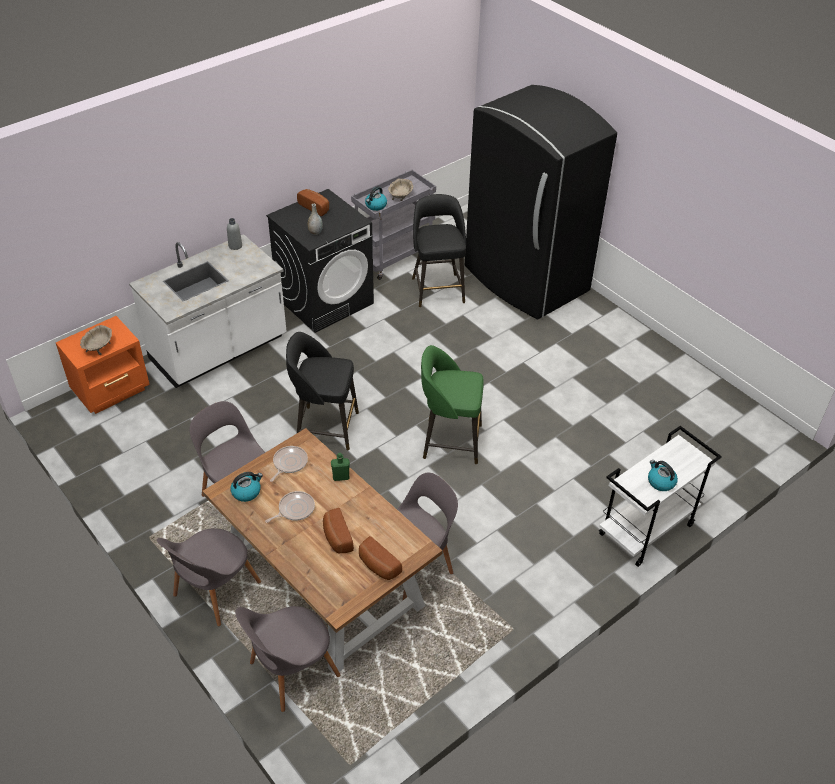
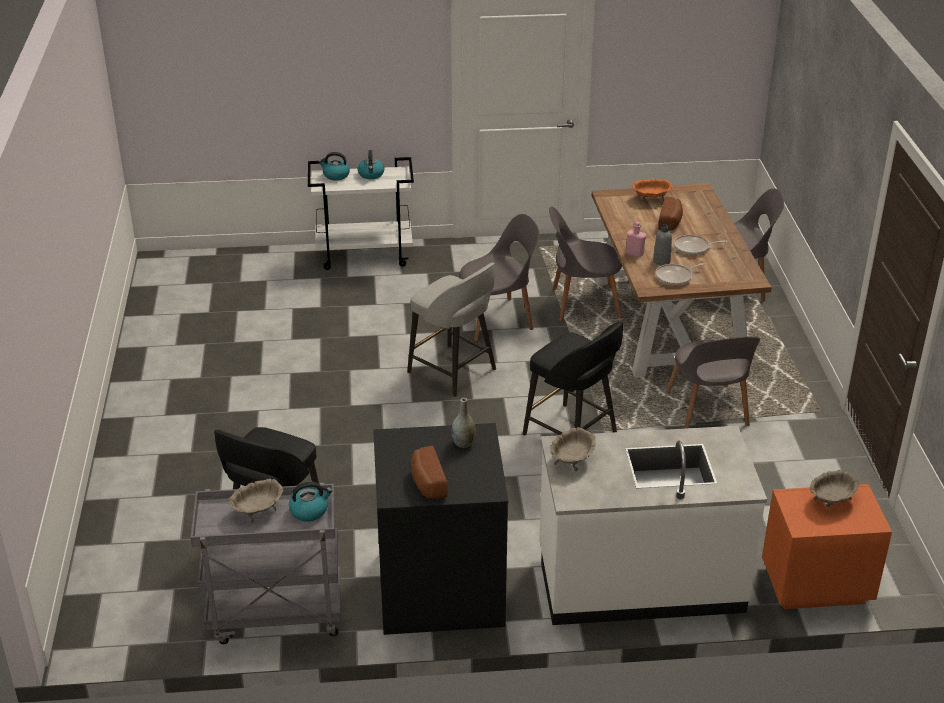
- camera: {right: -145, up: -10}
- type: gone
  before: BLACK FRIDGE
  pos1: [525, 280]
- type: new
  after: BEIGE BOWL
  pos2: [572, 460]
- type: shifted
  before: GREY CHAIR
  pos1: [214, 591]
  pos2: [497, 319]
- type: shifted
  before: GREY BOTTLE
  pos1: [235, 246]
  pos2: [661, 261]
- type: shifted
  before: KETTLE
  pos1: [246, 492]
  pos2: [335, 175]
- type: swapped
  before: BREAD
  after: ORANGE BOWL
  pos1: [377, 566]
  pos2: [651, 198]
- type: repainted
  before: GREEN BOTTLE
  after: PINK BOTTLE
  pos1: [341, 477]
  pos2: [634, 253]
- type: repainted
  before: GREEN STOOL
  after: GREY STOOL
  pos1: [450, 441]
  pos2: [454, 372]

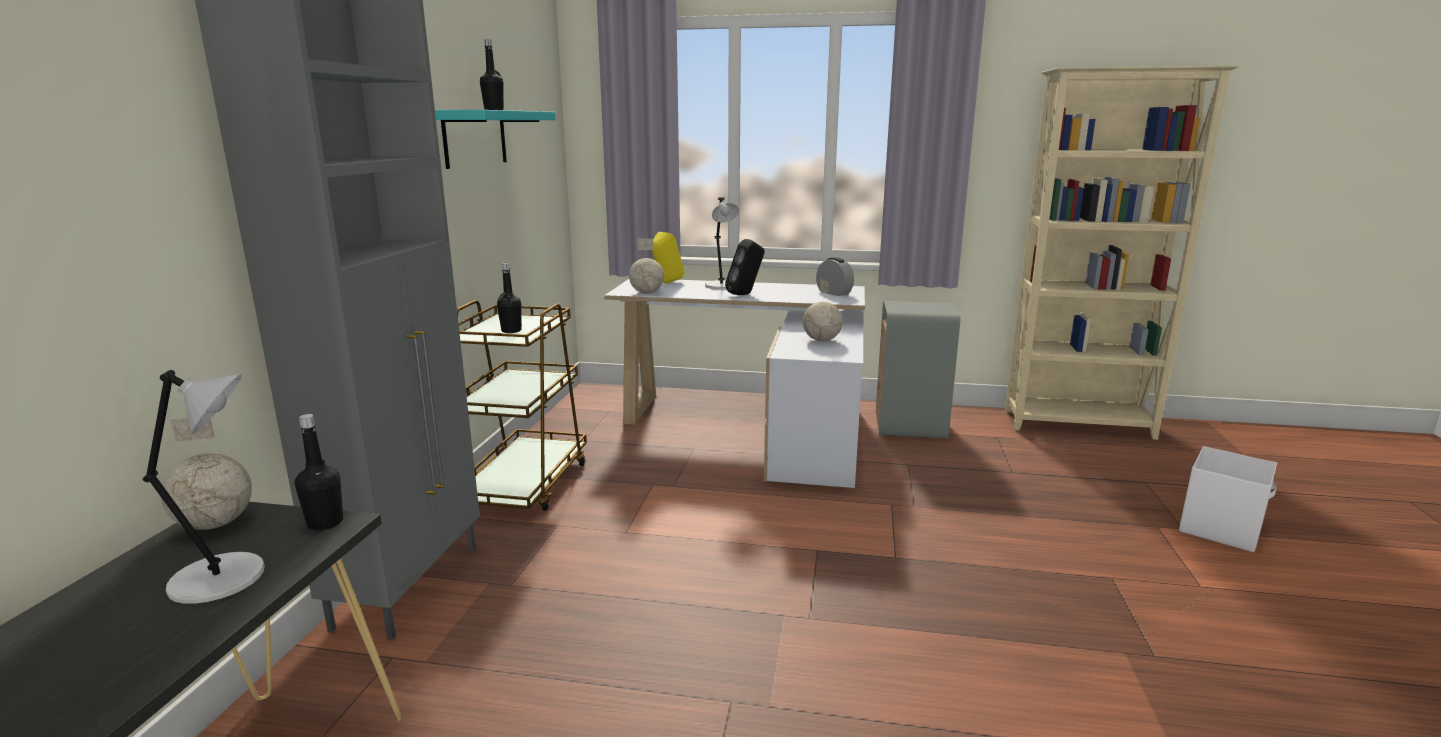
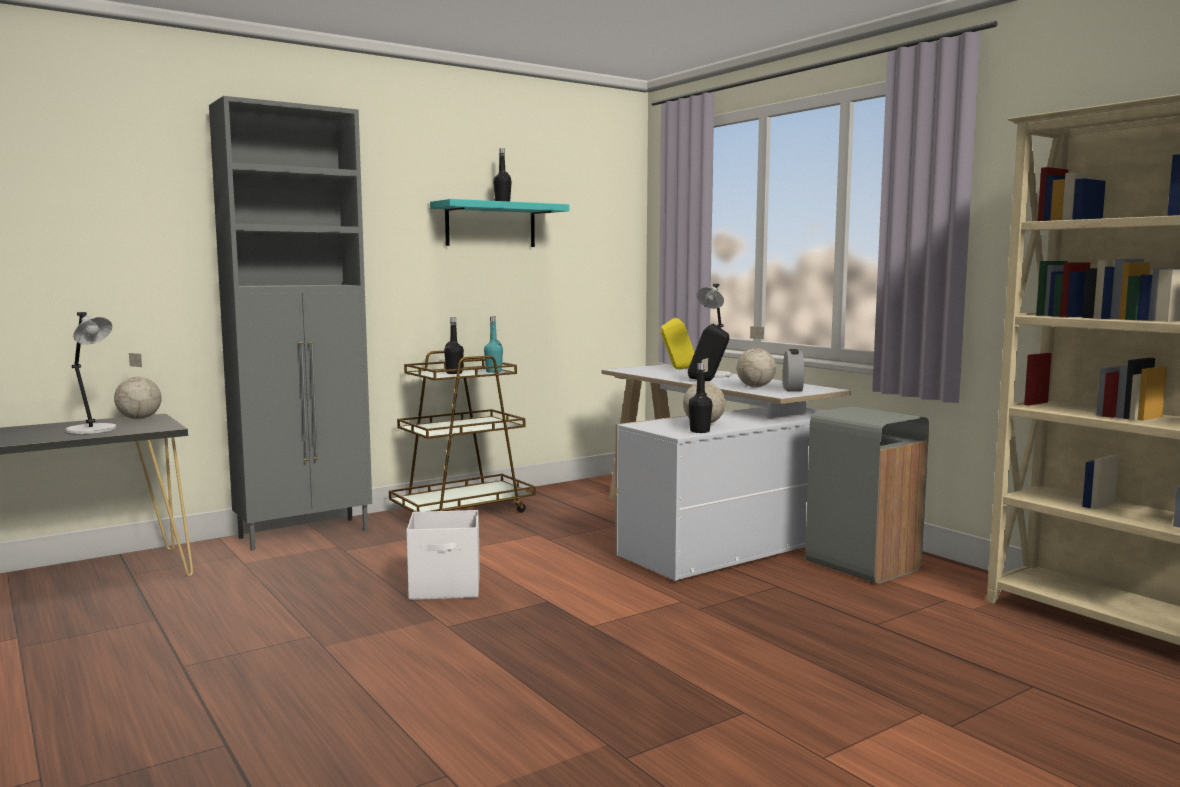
- camera: {right: 45, up: -10}
- type: new
  after: TURQUOISE BOTTLE
  pos2: [493, 371]
- type: shifted
  before: BLACK BOTTLE
  pos1: [325, 523]
  pos2: [700, 431]
- type: shifted
  before: GLOBE
  pos1: [646, 293]
  pos2: [755, 387]
- type: shifted
  before: WHITE STORAGE BOX
  pos1: [1221, 528]
  pos2: [446, 588]

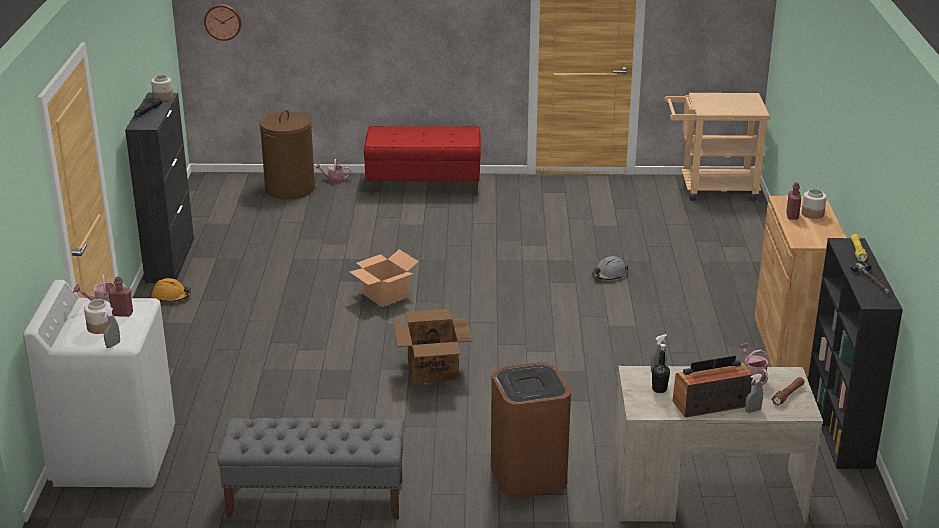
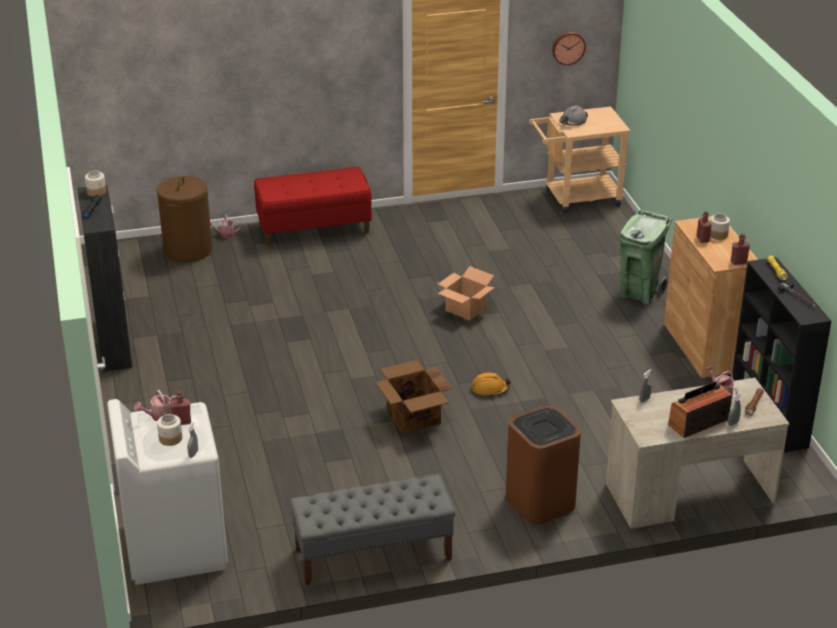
- camera: {right: -15, up: 5}
- type: gone
  before: BLACK BOTTLE
  pos1: [659, 389]
- type: new
  after: GREEN TRASH CAN
  pos2: [639, 293]
- type: new
  after: RED BOTTLE
  pos2: [738, 262]
- type: shifted
  before: ORANGE HARD HAT
  pos1: [171, 296]
  pos2: [490, 389]
- type: shifted
  before: WALL CLOCK
  pos1: [223, 21]
  pos2: [568, 47]
- type: shifted
  before: CARDBOARD BOX
  pos1: [386, 295]
  pos2: [466, 309]
- type: shifted
  before: GREY HARD HAT
  pos1: [609, 274]
  pos2: [573, 121]

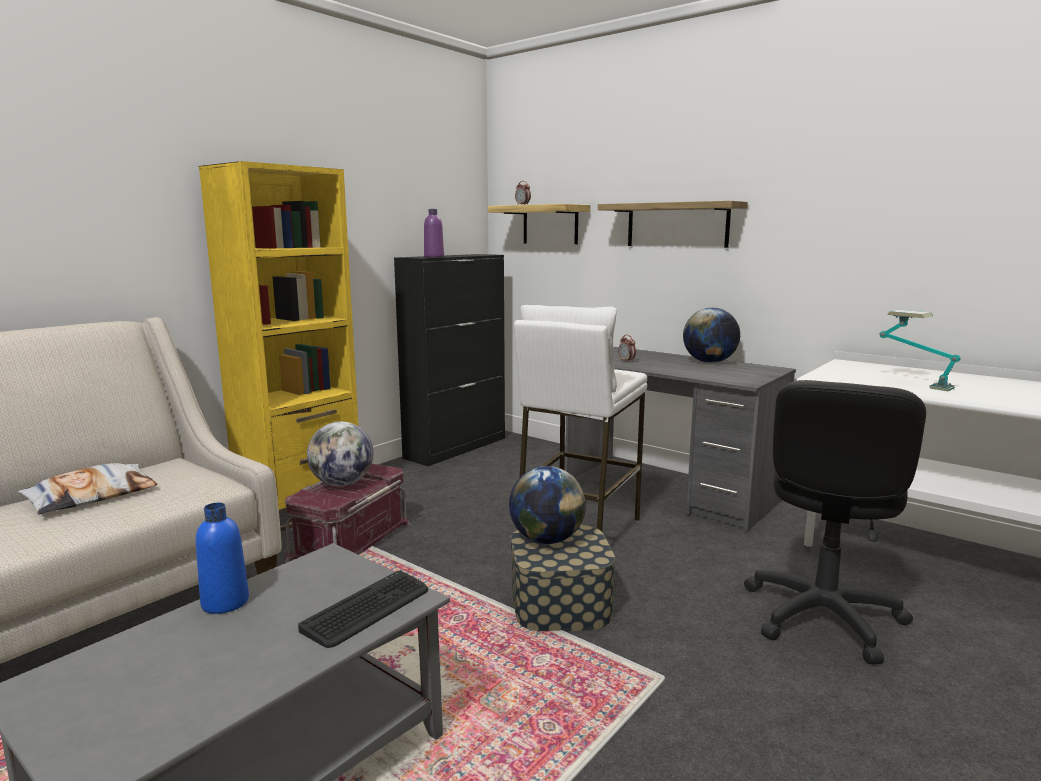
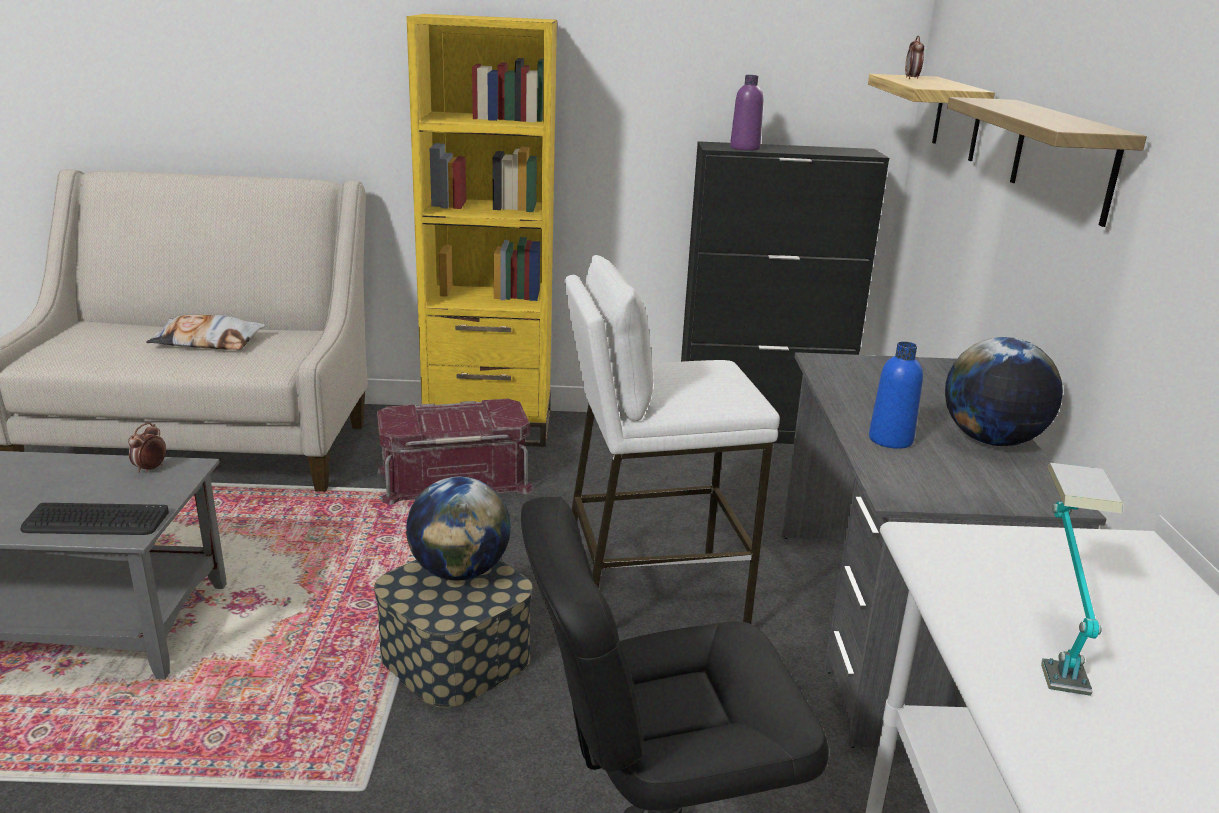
- camera: {right: 50, up: 10}
- type: gone
  before: GLOBE
  pos1: [342, 484]
- type: shifted
  before: BLUE BOTTLE
  pos1: [225, 602]
  pos2: [890, 440]
- type: shifted
  before: ALARM CLOCK
  pos1: [626, 361]
  pos2: [150, 469]

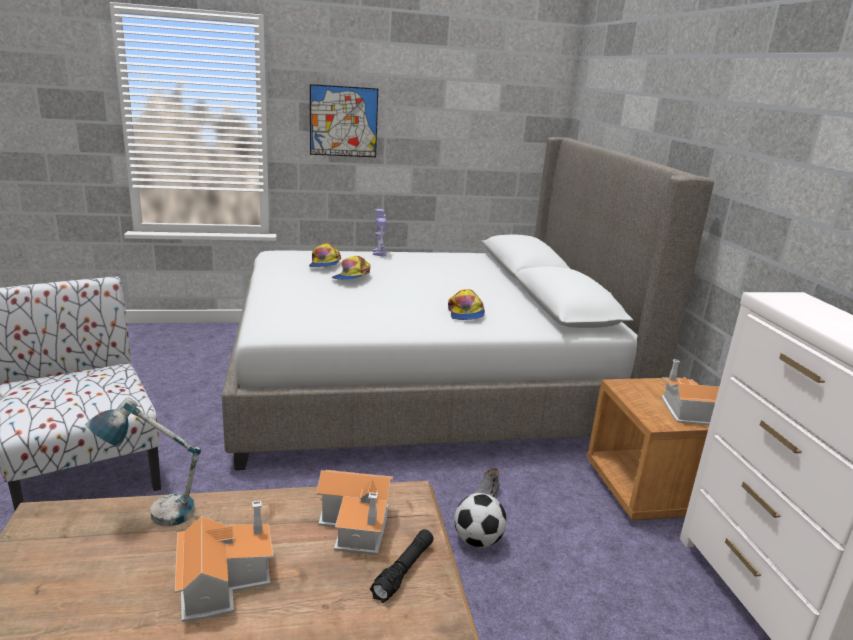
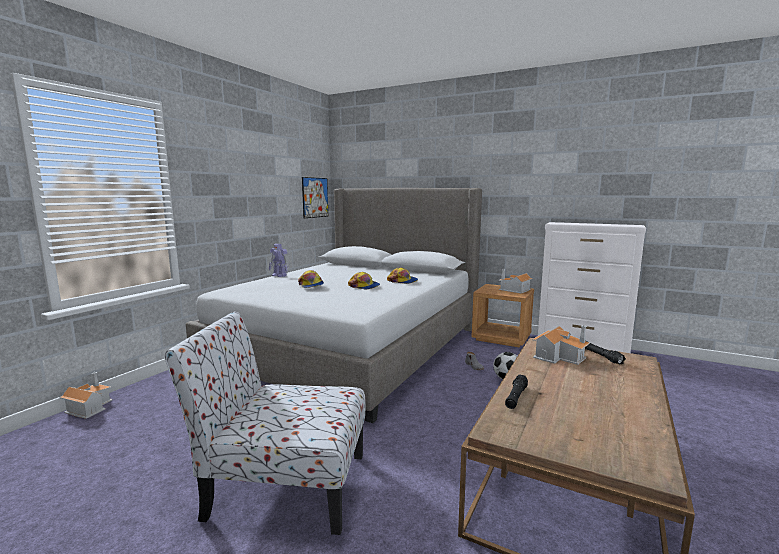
- camera: {right: -50, up: -10}
- type: shifted
  before: TOY HOUSE
  pos1: [223, 579]
  pos2: [89, 407]
- type: shifted
  before: CAP
  pos1: [325, 263]
  pos2: [364, 286]
- type: shifted
  before: PICTURE
  pos1: [343, 121]
  pos2: [315, 197]
- type: swapped
  before: TABLE LAMP
  after: BLACK FLASHLIGHT
  pos1: [153, 513]
  pos2: [516, 397]

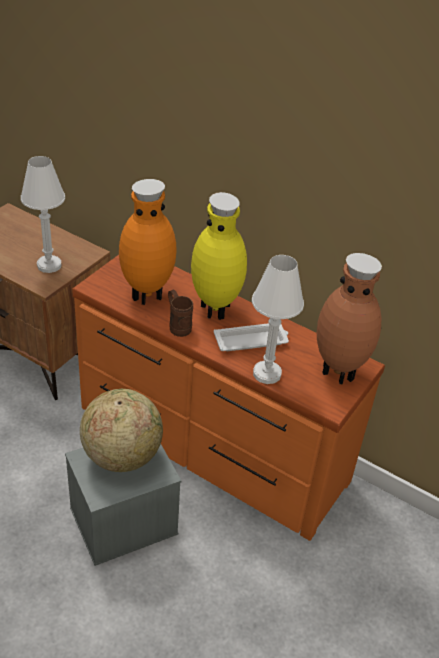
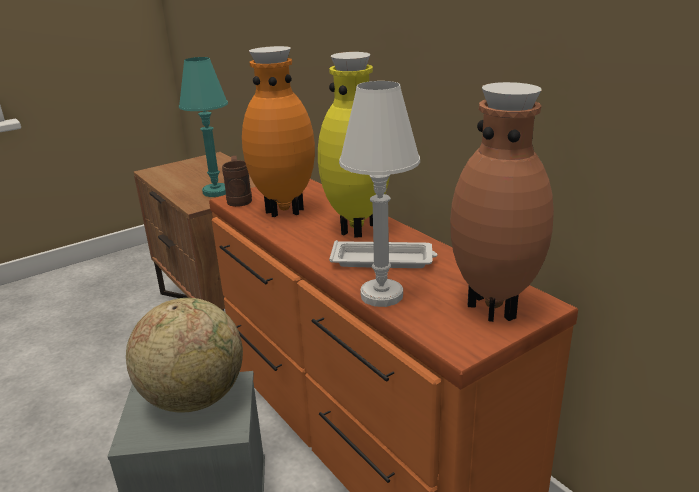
- camera: {right: 25, up: -15}
- type: shifted
  before: BROWN MUG
  pos1: [177, 325]
  pos2: [239, 199]
- type: repainted
  before: WHITE TABLE LAMP
  after: TURQUOISE TABLE LAMP
  pos1: [49, 265]
  pos2: [216, 192]

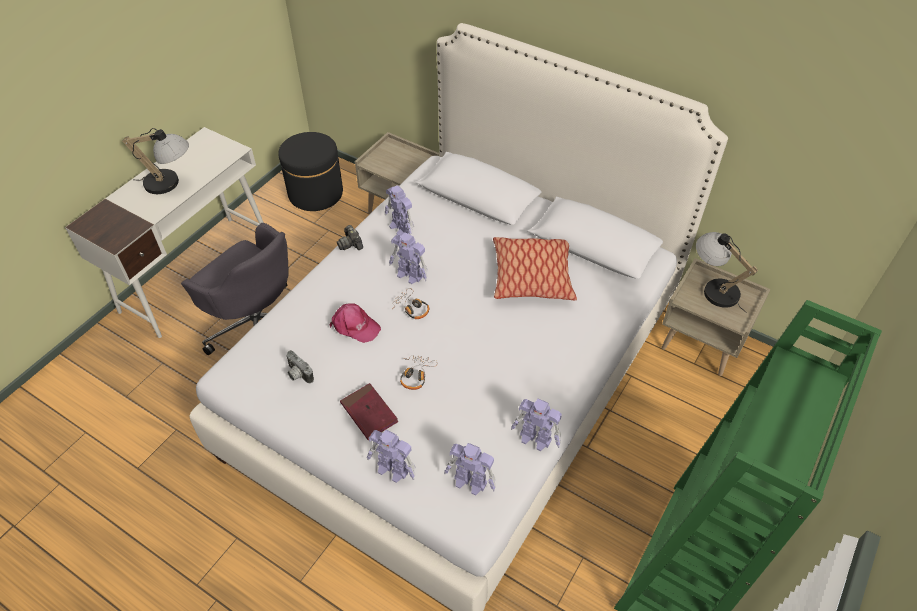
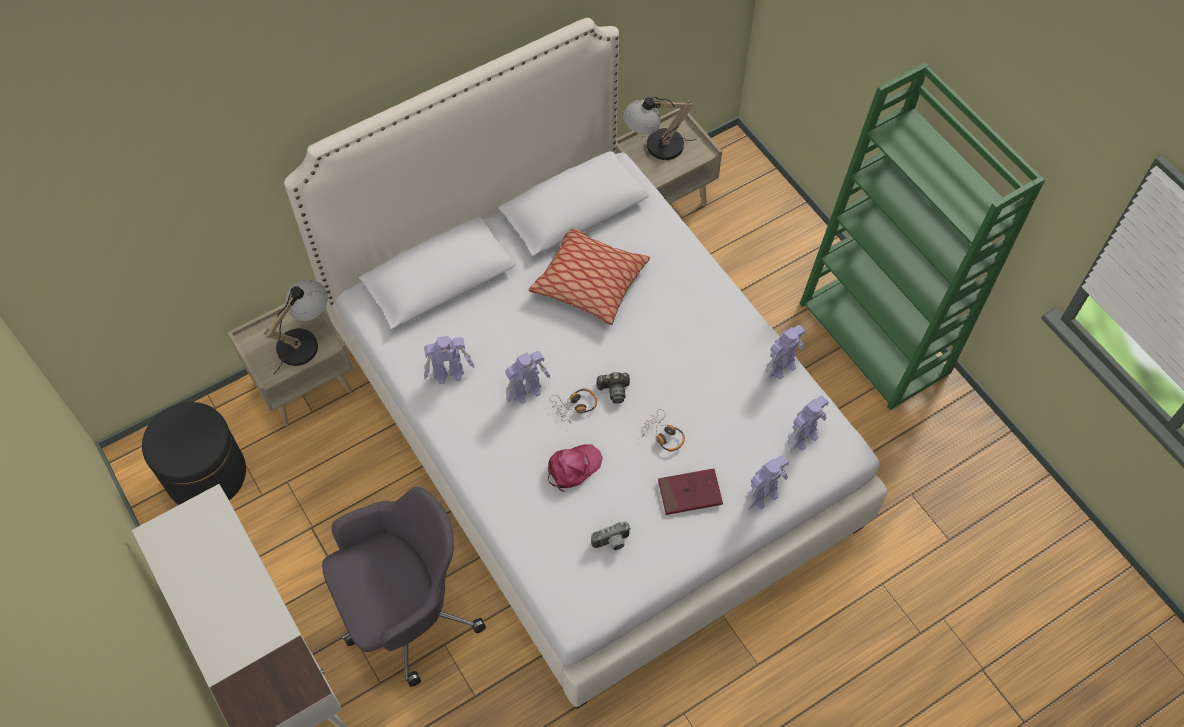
- camera: {right: -65, up: 10}
- type: shifted
  before: TABLE LAMP
  pos1: [171, 184]
  pos2: [305, 339]
- type: shifted
  before: PHOTO CAMERA
  pos1: [350, 244]
  pos2: [614, 390]

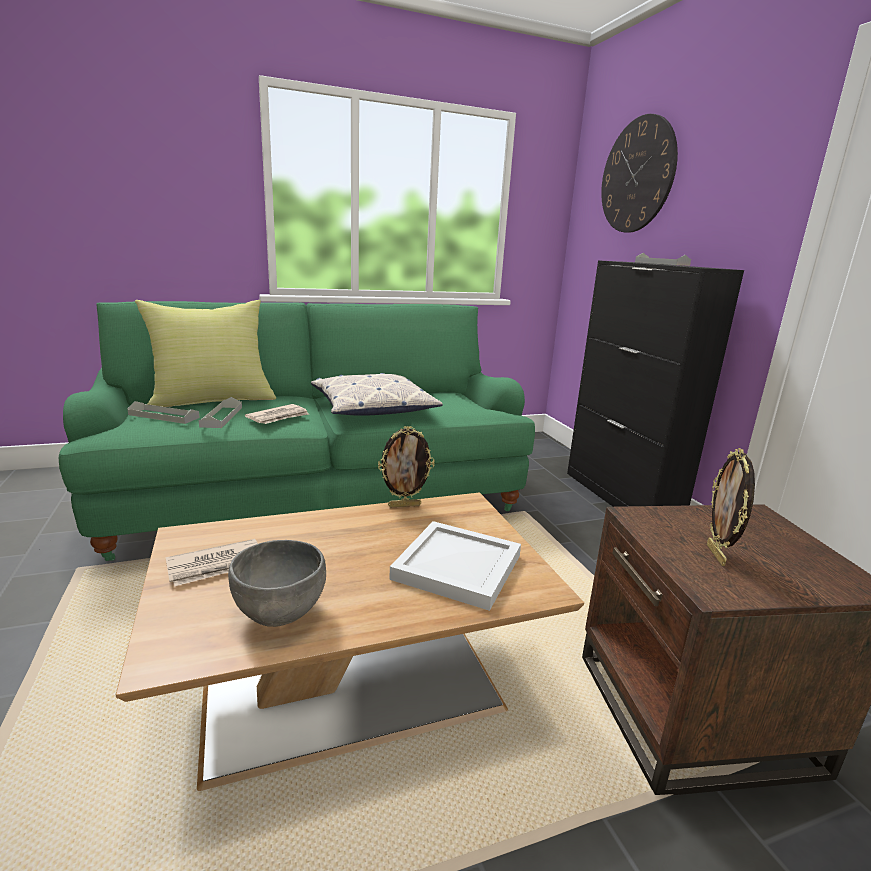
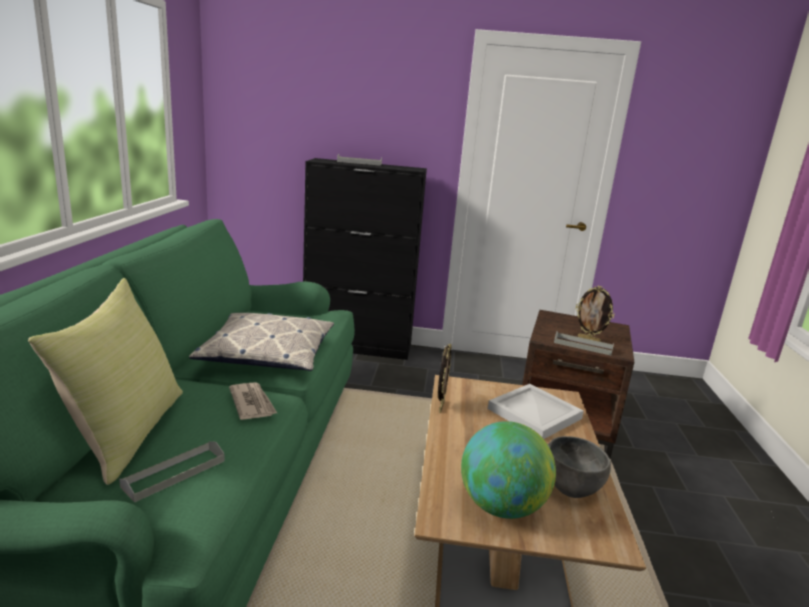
- camera: {right: -65, up: 0}
- type: gone
  before: WALL CLOCK
  pos1: [637, 175]
- type: shifted
  before: GREY TRAY
  pos1: [221, 417]
  pos2: [583, 346]
- type: swapped
  before: NEWSPAPER
  after: GLOBE
  pos1: [218, 566]
  pos2: [501, 506]

